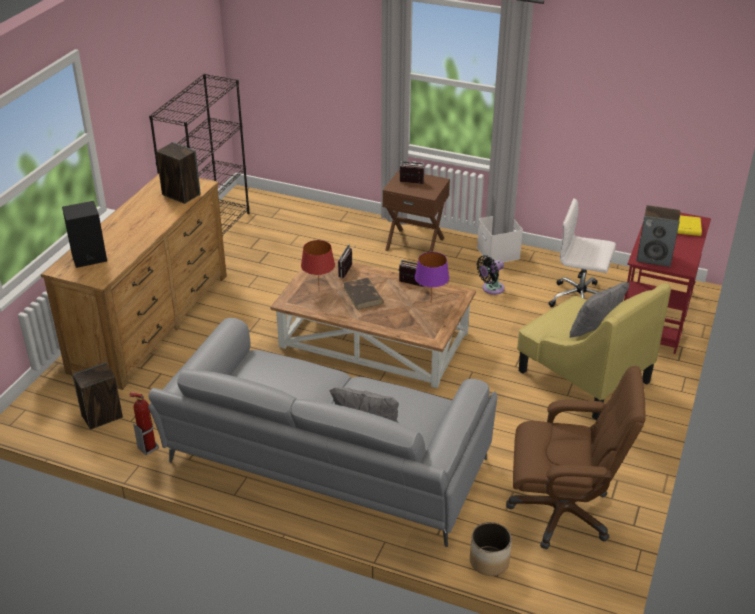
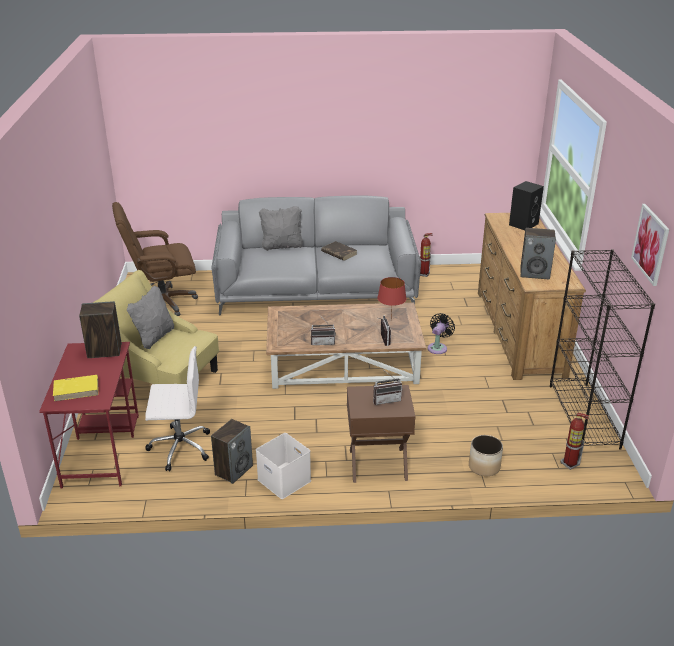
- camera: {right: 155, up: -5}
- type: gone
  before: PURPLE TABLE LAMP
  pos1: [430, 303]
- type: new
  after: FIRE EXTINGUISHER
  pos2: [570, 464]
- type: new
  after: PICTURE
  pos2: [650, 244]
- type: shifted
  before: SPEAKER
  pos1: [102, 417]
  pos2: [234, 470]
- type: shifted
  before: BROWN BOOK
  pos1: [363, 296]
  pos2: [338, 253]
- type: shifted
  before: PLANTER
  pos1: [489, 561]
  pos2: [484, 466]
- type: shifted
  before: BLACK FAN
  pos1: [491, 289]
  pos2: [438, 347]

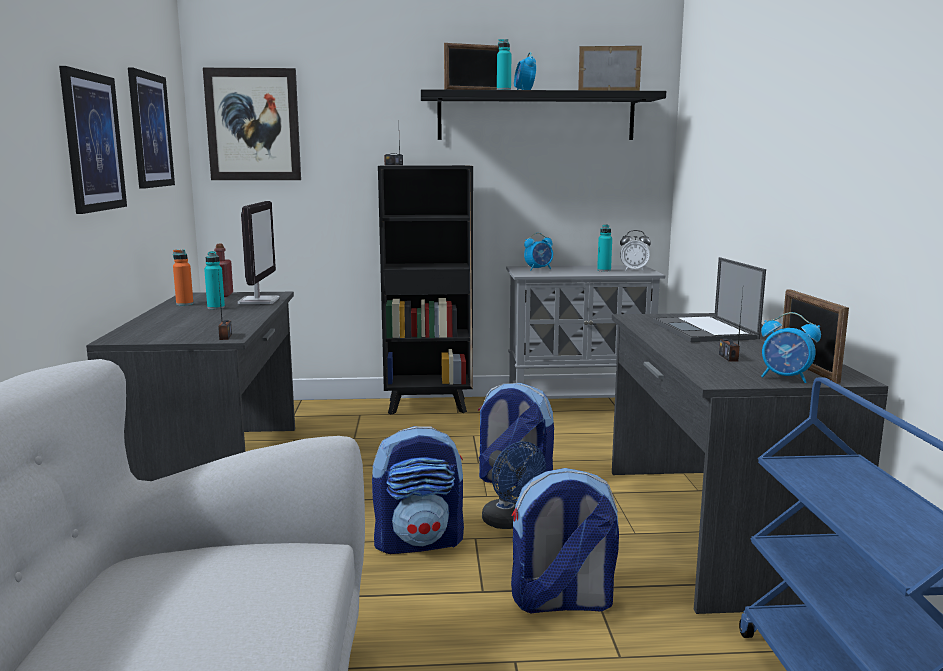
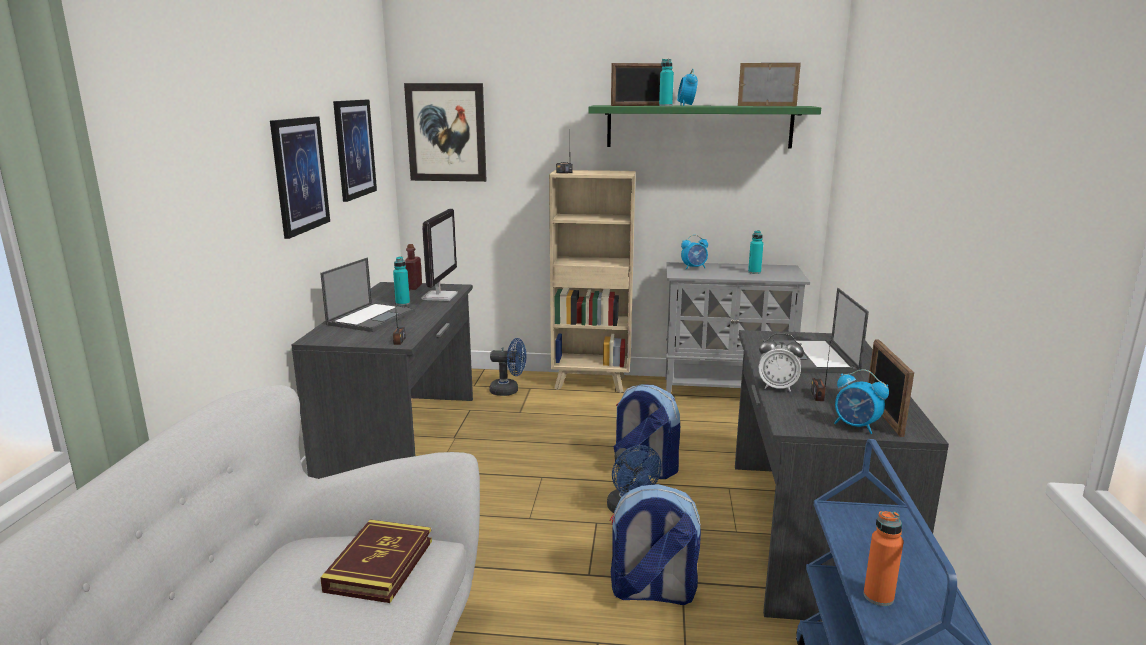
- camera: {right: 10, up: 5}
- type: gone
  before: BACKPACK
  pos1: [419, 542]
- type: new
  after: LAPTOP
  pos2: [371, 317]
- type: new
  after: BOOK
  pos2: [380, 565]
- type: new
  after: BLUE FAN
  pos2: [509, 391]
- type: shifted
  before: ORANGE BOTTLE
  pos1: [184, 304]
  pos2: [878, 597]
- type: shifted
  before: ALARM CLOCK
  pos1: [633, 270]
  pos2: [777, 387]
- type: repainted
  before: BLACK BOOKCASE
  after: BEIGE BOOKCASE
  pos1: [429, 406]
  pos2: [592, 383]
- type: repainted
  before: BLACK SHELF
  after: GREEN SHELF
  pos1: [536, 117]
  pos2: [699, 126]

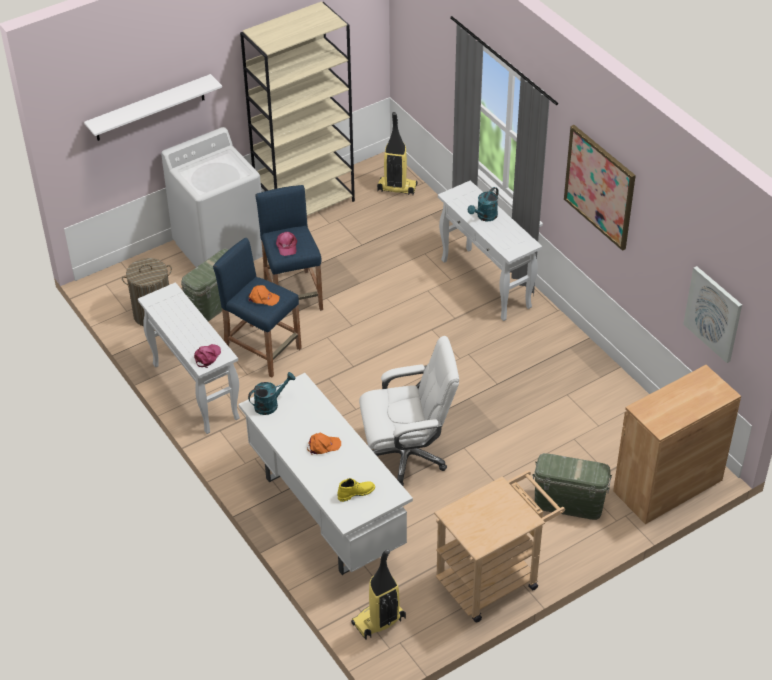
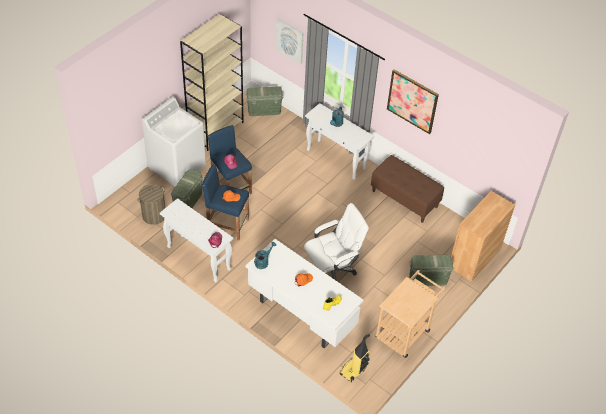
- camera: {right: -20, up: 5}
- type: gone
  before: WHITE SHELF
  pos1: [149, 108]
- type: new
  after: BROWN BENCH
  pos2: [405, 199]
- type: shifted
  before: PICTURE
  pos1: [713, 313]
  pos2: [290, 40]
- type: swapped
  before: VACUUM CLEANER
  after: GREEN STORAGE BOX
  pos1: [396, 188]
  pos2: [264, 110]

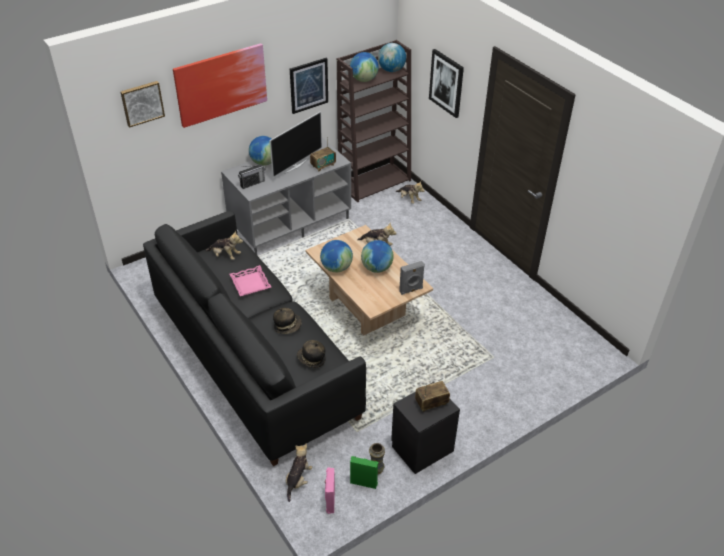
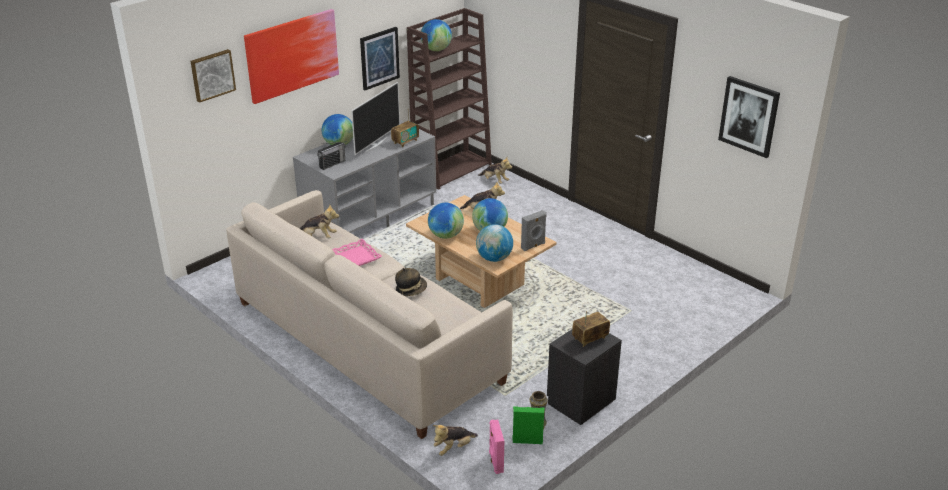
- camera: {right: -10, up: -10}
- type: gone
  before: HAT
  pos1: [311, 359]
- type: shifted
  before: GLOBE
  pos1: [391, 70]
  pos2: [494, 258]
- type: shifted
  before: PICTURE
  pos1: [446, 83]
  pos2: [749, 116]
- type: repainted
  before: BLACK SOFA
  after: BEIGE SOFA
  pos1: [253, 356]
  pos2: [366, 341]
- type: rotated
  before: PLUSH TOY
  pos1: [298, 480]
  pos2: [454, 448]
  turn: -135

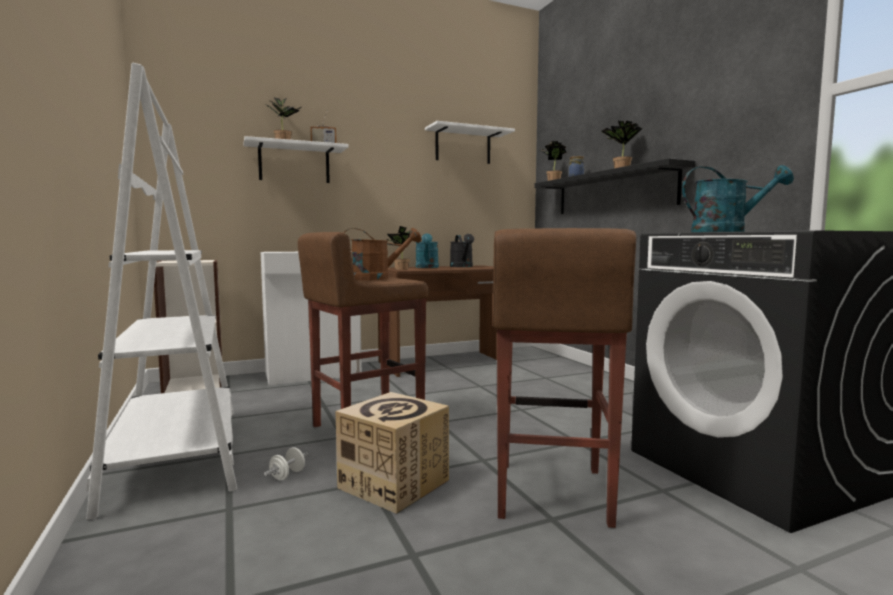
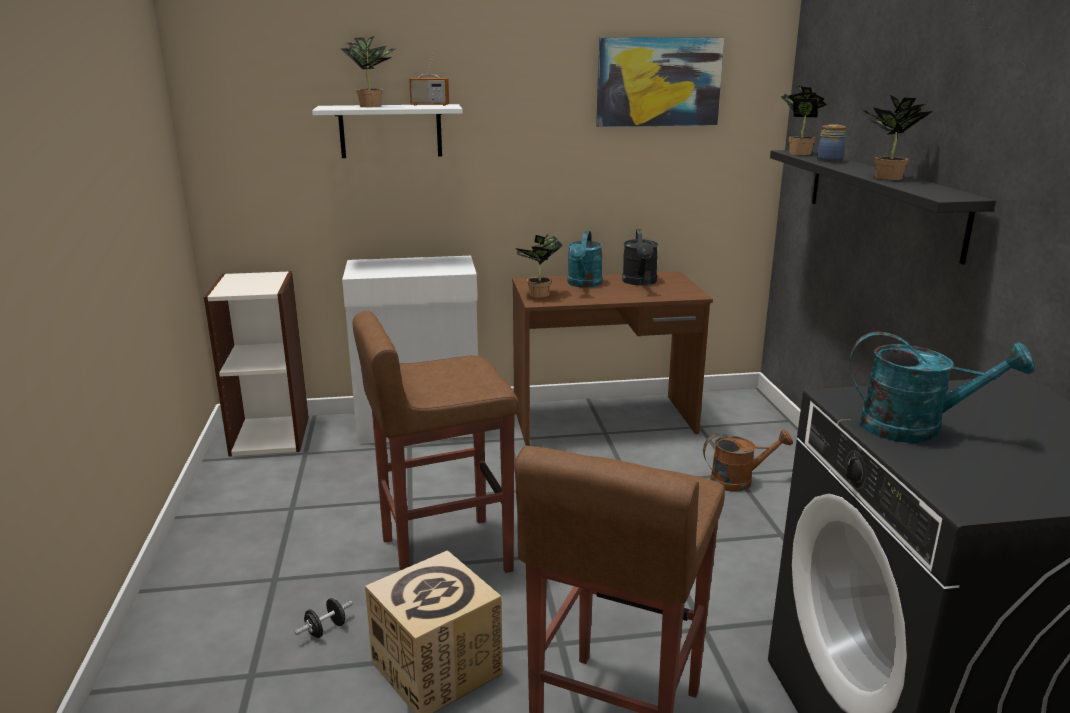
- camera: {right: 15, up: 15}
- type: gone
  before: WHITE BOOKCASE
  pos1: [177, 454]
- type: shifted
  before: BROWN WATERING CAN
  pos1: [377, 278]
  pos2: [739, 481]
- type: swapped
  before: WHITE SHELF
  after: PICTURE
  pos1: [463, 146]
  pos2: [658, 82]
- type: repainted
  before: WHITE DUMBBELL
  after: BLACK DUMBBELL
  pos1: [287, 475]
  pos2: [326, 629]

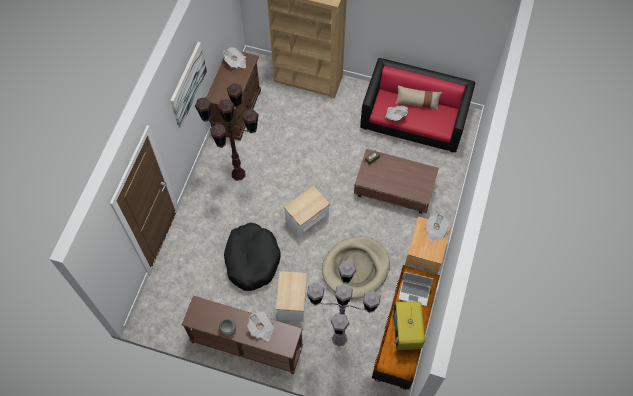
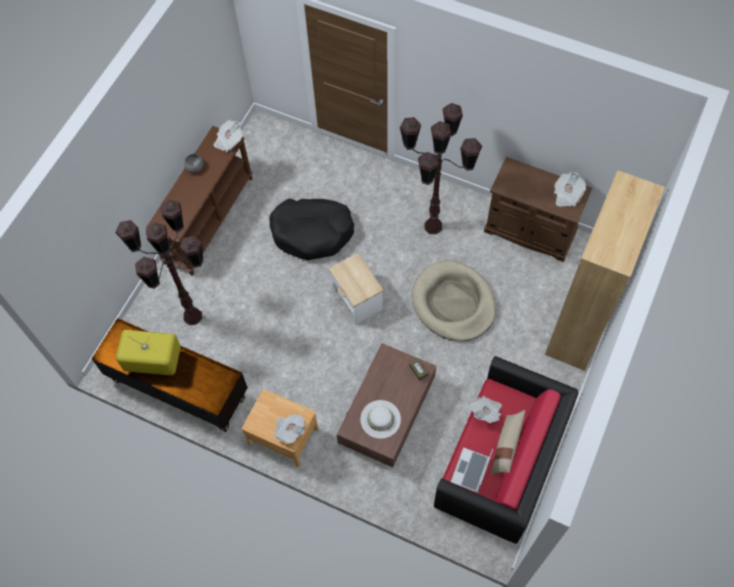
- camera: {right: 100, up: 0}
- type: gone
  before: PICTURE
  pos1: [187, 84]
- type: gone
  before: SIDE TABLE
  pos1: [291, 302]
- type: new
  after: WHITE HAT
  pos2: [380, 419]
- type: shifted
  before: NEWSPAPER
  pos1: [261, 329]
  pos2: [228, 141]
- type: shifted
  before: BEIGE DOG BED
  pos1: [355, 268]
  pos2: [453, 303]
- type: shifted
  before: LAPTOP
  pos1: [415, 292]
  pos2: [471, 471]
- type: repainted
  before: GREY FLOOR LAMP
  after: BROWN FLOOR LAMP
  pos1: [339, 339]
  pos2: [192, 316]

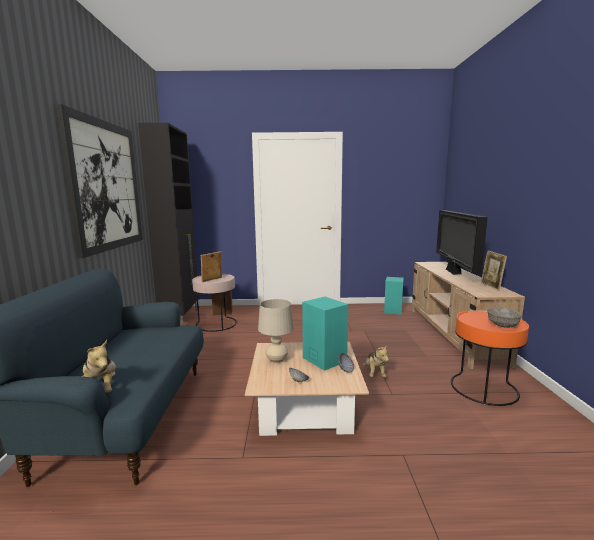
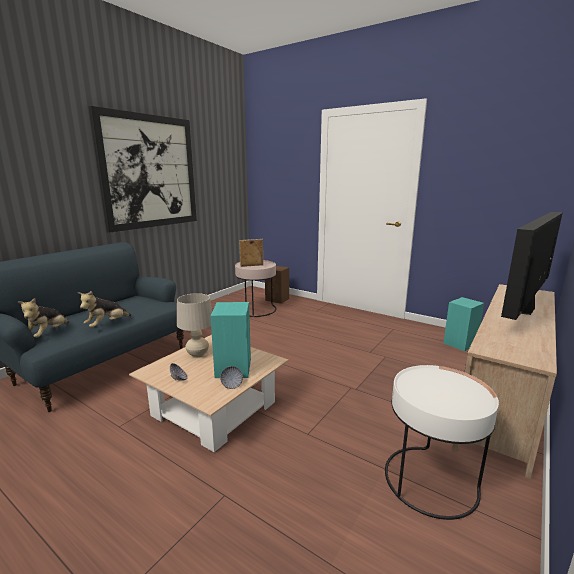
- camera: {right: 35, up: 5}
- type: gone
  before: BLACK CABINET
  pos1: [181, 318]
- type: gone
  before: PICTURE FRAME
  pos1: [491, 286]
- type: gone
  before: GREY BOWL
  pos1: [502, 325]
- type: shifted
  before: PLUSH TOY
  pos1: [374, 373]
  pos2: [107, 325]
- type: repainted
  before: ORANGE SIDE TABLE
  after: WHITE SIDE TABLE
  pos1: [483, 388]
  pos2: [430, 480]

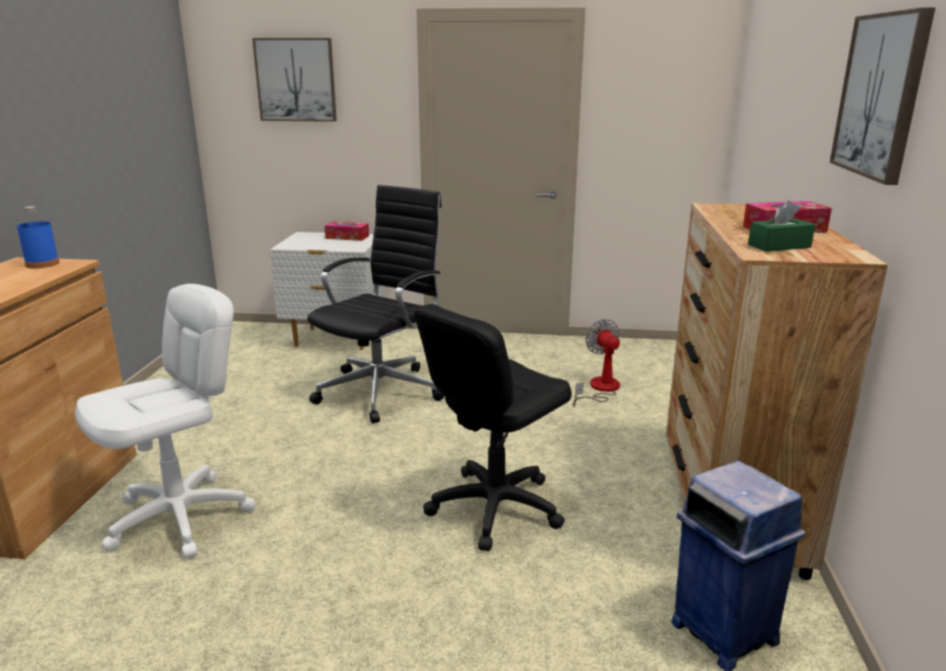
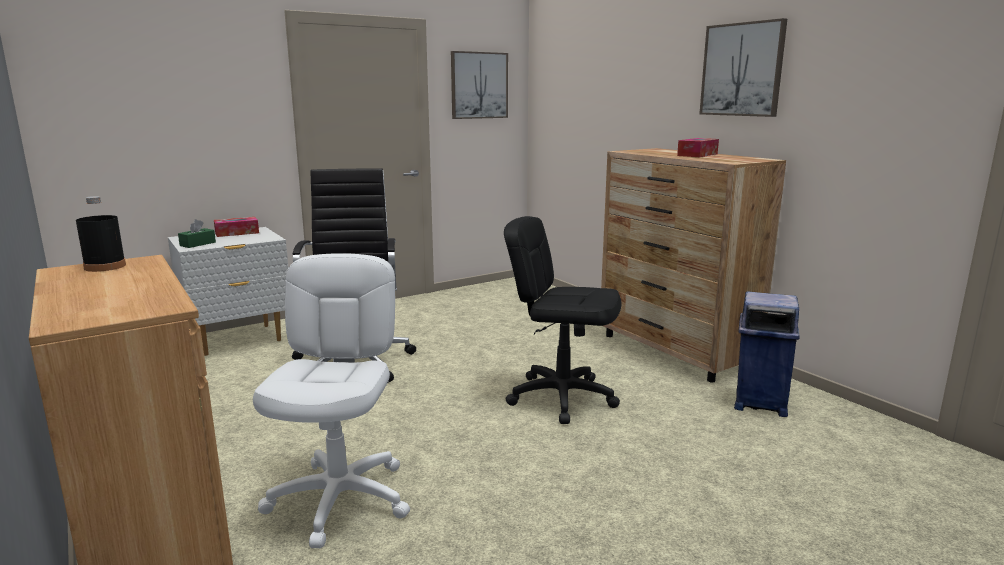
- camera: {right: -40, up: -5}
- type: gone
  before: FAN
  pos1: [600, 389]
- type: shifted
  before: PICTURE
  pos1: [296, 80]
  pos2: [479, 85]
- type: shifted
  before: GREEN TISSUE BOX
  pos1: [779, 246]
  pos2: [198, 244]
- type: repainted
  before: BLUE BOTTLE
  after: BLACK BOTTLE
  pos1: [42, 264]
  pos2: [105, 266]
- type: rotated
  before: BLACK OFFICE CHAIR
  pos1: [494, 507]
  pos2: [561, 397]
  turn: 105

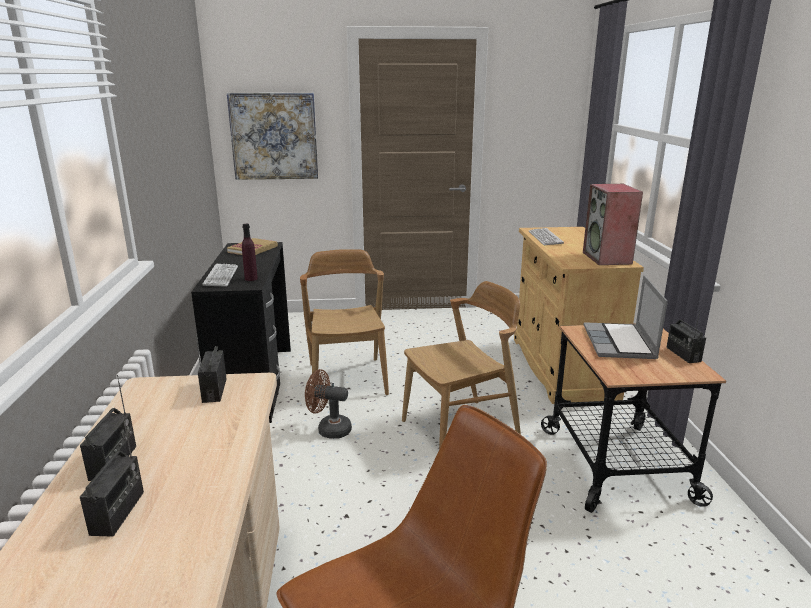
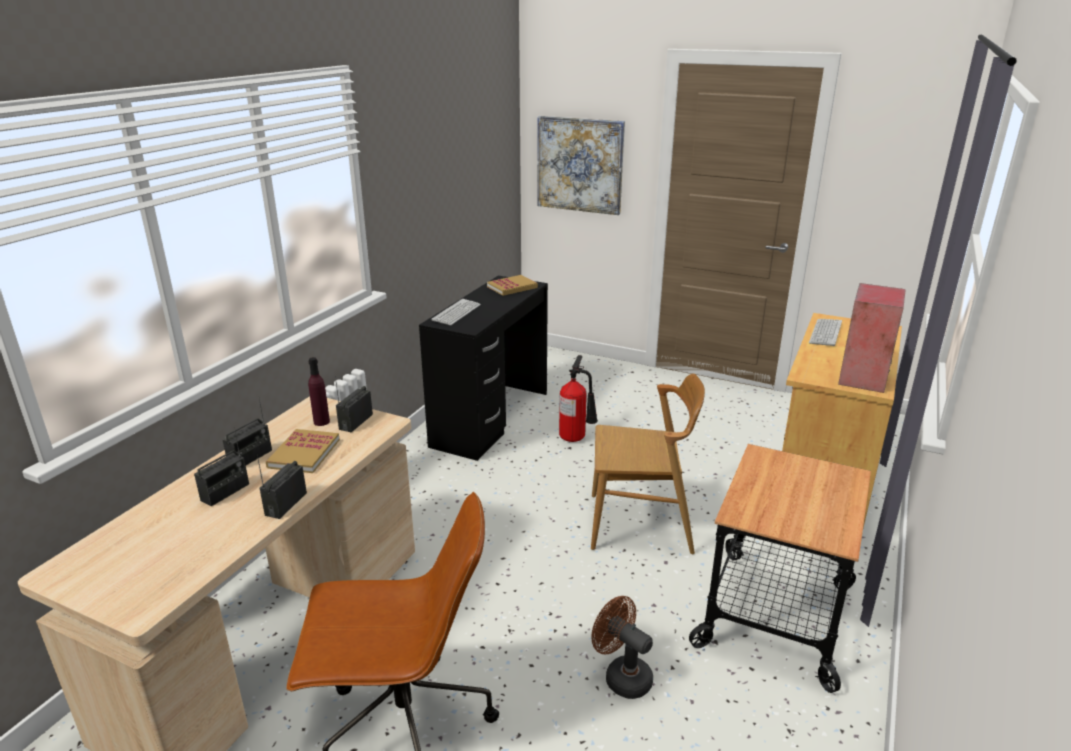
- camera: {right: 30, up: 5}
- type: gone
  before: LAPTOP
  pos1: [620, 343]
- type: new
  after: BOOK
  pos2: [304, 453]
- type: shifted
  before: PURPLE BOTTLE
  pos1: [251, 278]
  pos2: [321, 422]
- type: shifted
  before: BROWN FAN
  pos1: [329, 429]
  pos2: [622, 676]
- type: shifted
  before: RADIO
  pos1: [683, 354]
  pos2: [286, 504]
- type: swapped
  before: BROWN CHAIR
  after: FIRE EXTINGUISHER
  pos1: [347, 379]
  pos2: [576, 438]

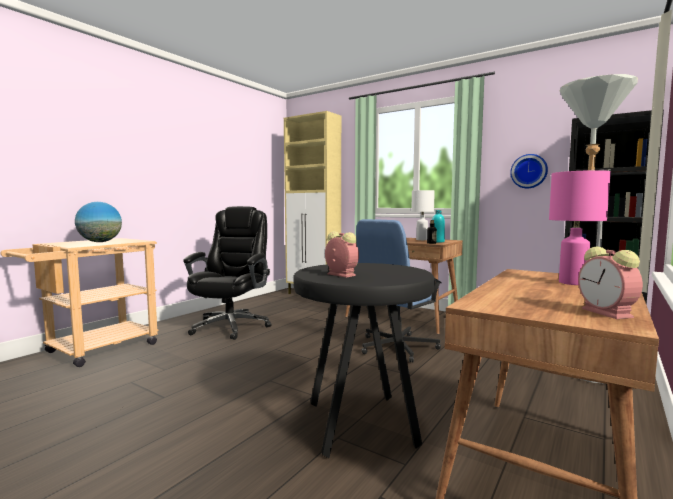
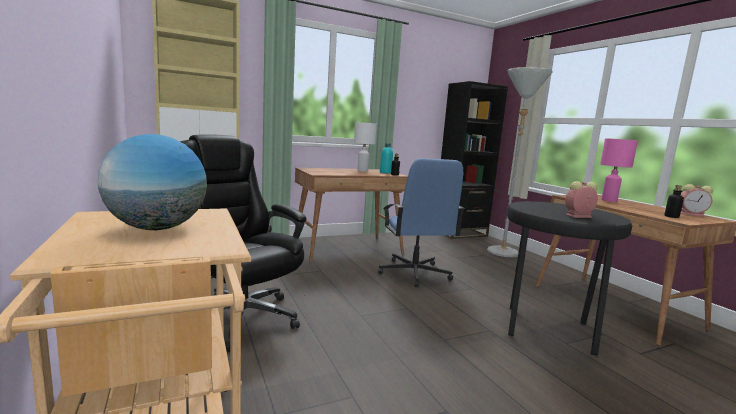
- camera: {right: -60, up: 5}
- type: gone
  before: WALL CLOCK
  pos1: [529, 171]
- type: new
  after: BOTTLE
  pos2: [671, 216]

